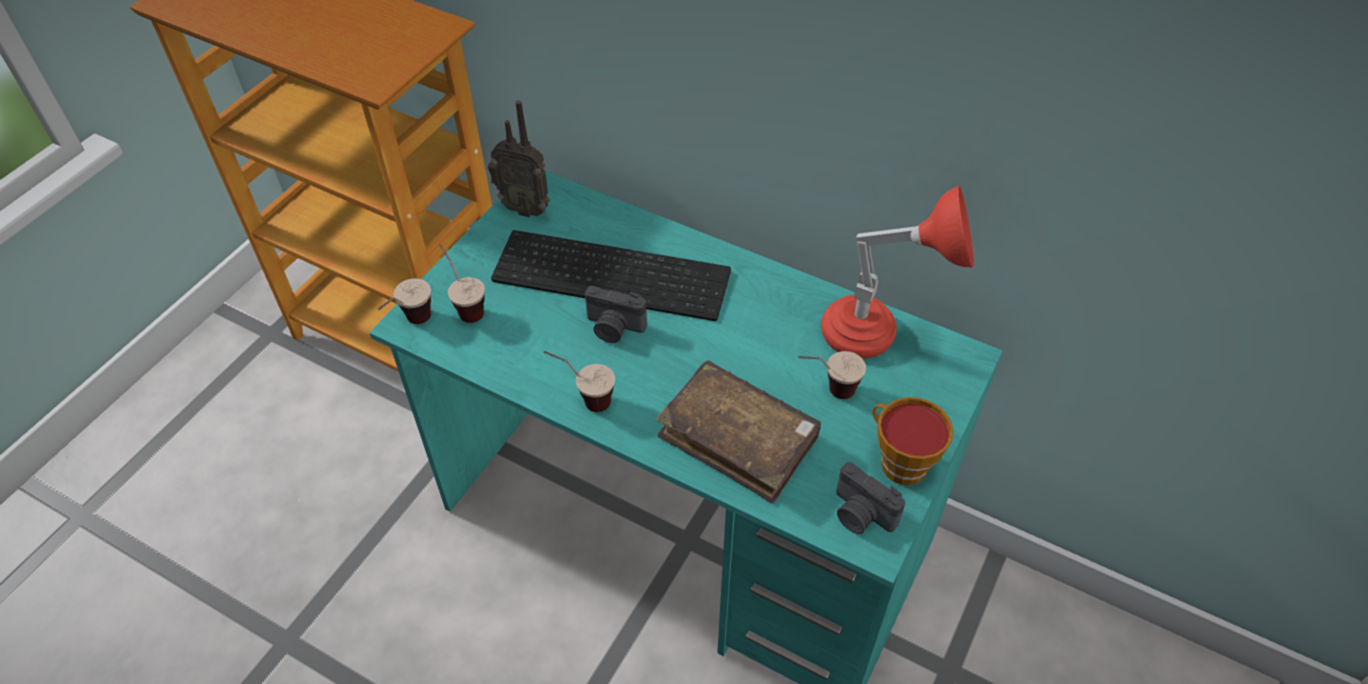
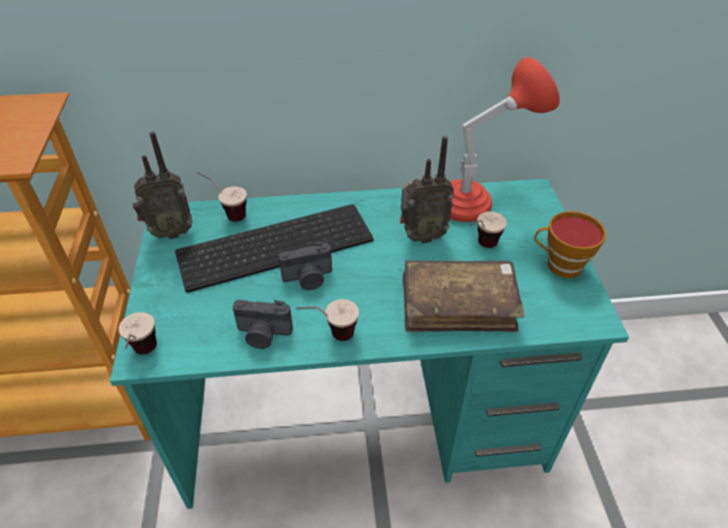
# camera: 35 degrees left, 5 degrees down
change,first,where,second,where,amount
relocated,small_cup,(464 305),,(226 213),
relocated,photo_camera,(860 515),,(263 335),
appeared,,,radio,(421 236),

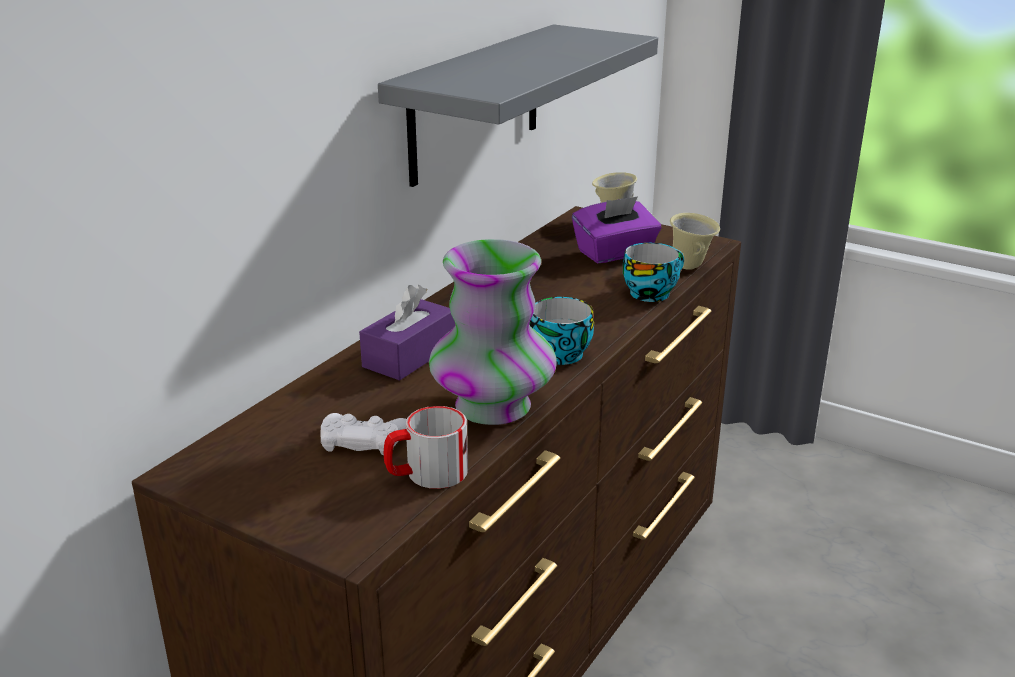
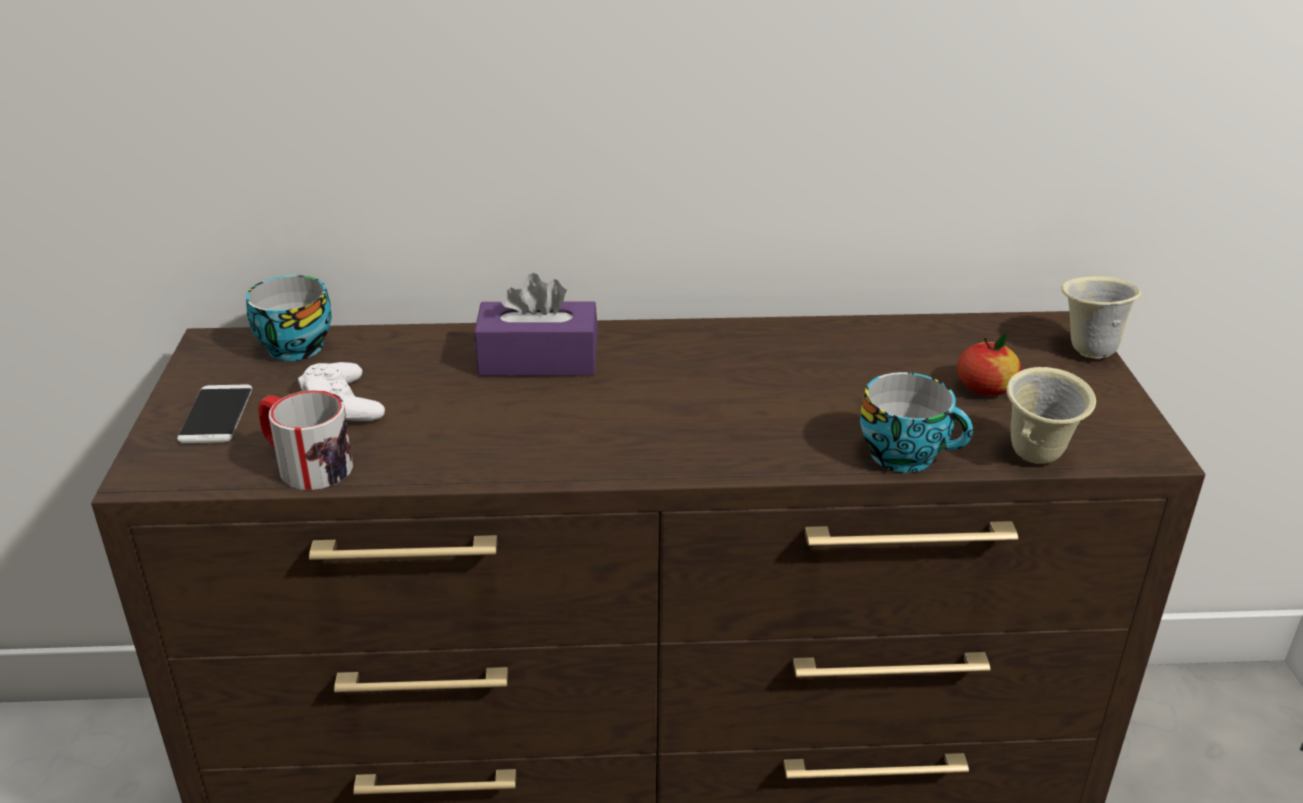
# camera: 55 degrees right, 5 degrees up
change,first,where,second,where,amount
missing,gray_wall_shelf,(475 103),,,
exchanged,purple_tissue_holder,(615 253),apple,(985 388),
missing,flower_vase,(493 407),,,
relocated,small_cup,(556 354),,(293 345),
appeared,,,handset,(216 415),

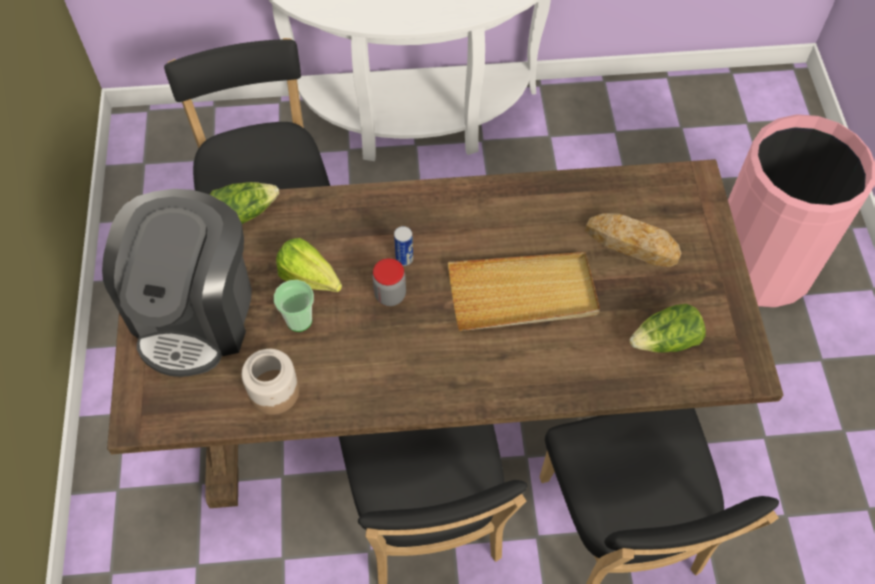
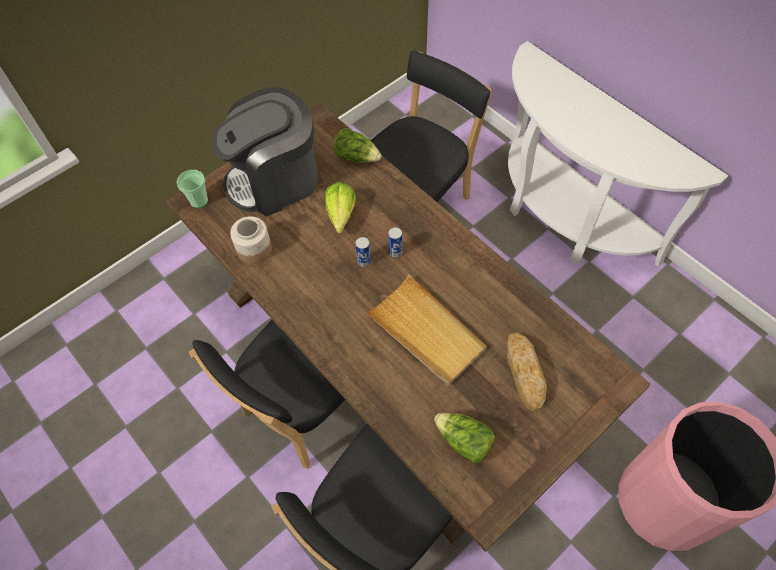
# camera: 55 degrees right, 0 degrees up
change,first,where,second,where,amount
exchanged,storage_jar,(390 295),can,(364 262),
relocated,small_cup,(299 320),,(199 201),

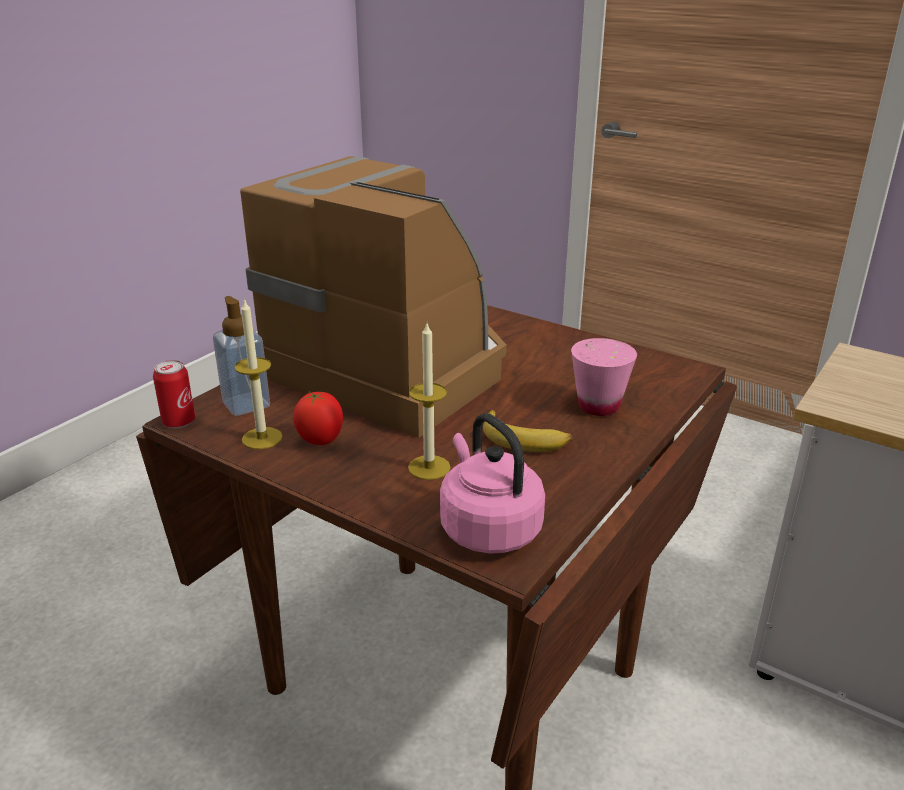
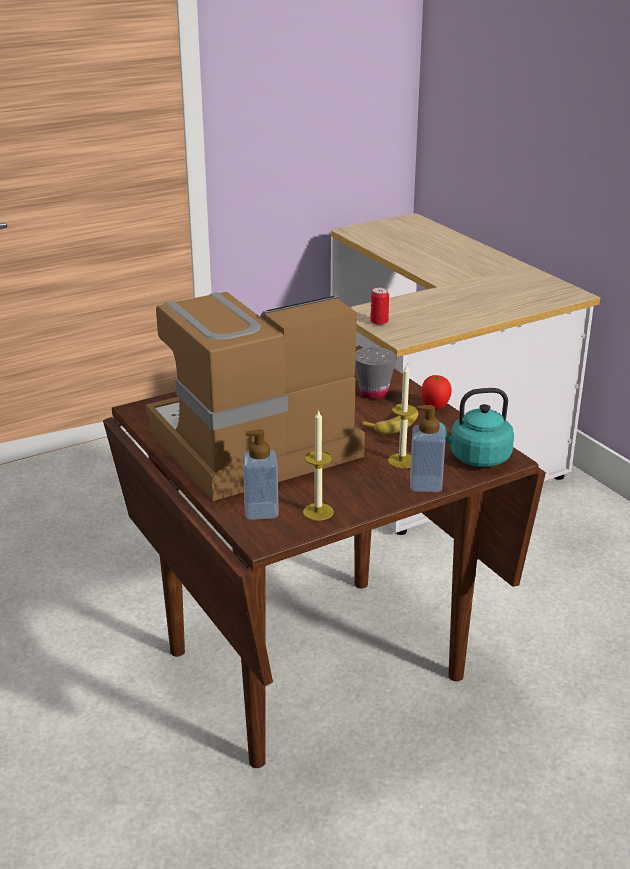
# camera: 65 degrees left, 0 degrees up
change,first,where,second,where,amount
colour,pink-coloured_small_cup,(598 406),gray_small_cup,(374 393),
relocated,can,(179 422),,(379 322),
relocated,tomato,(320 441),,(434 408),
colour,pink-coloured_tea_kettle,(487 528),turquoise-coloured_tea_kettle,(476 458),
appeared,,,soap_dispenser,(425 484),

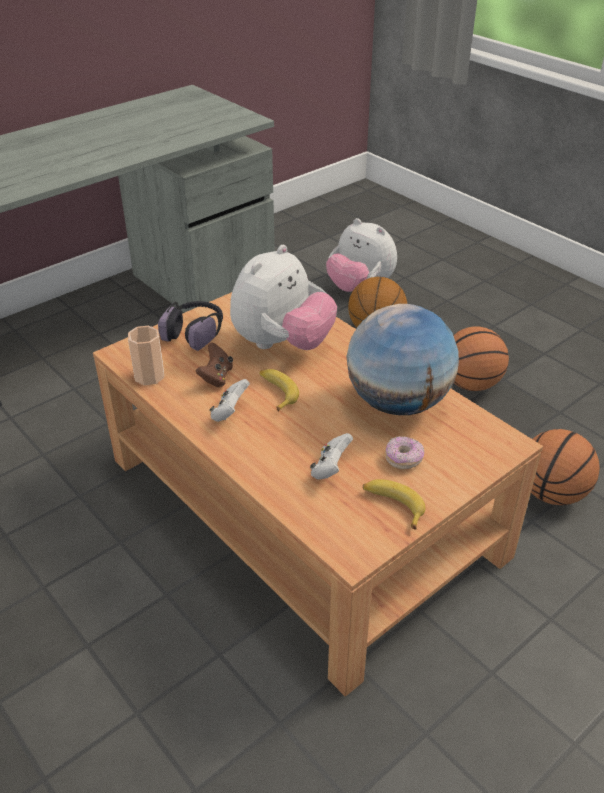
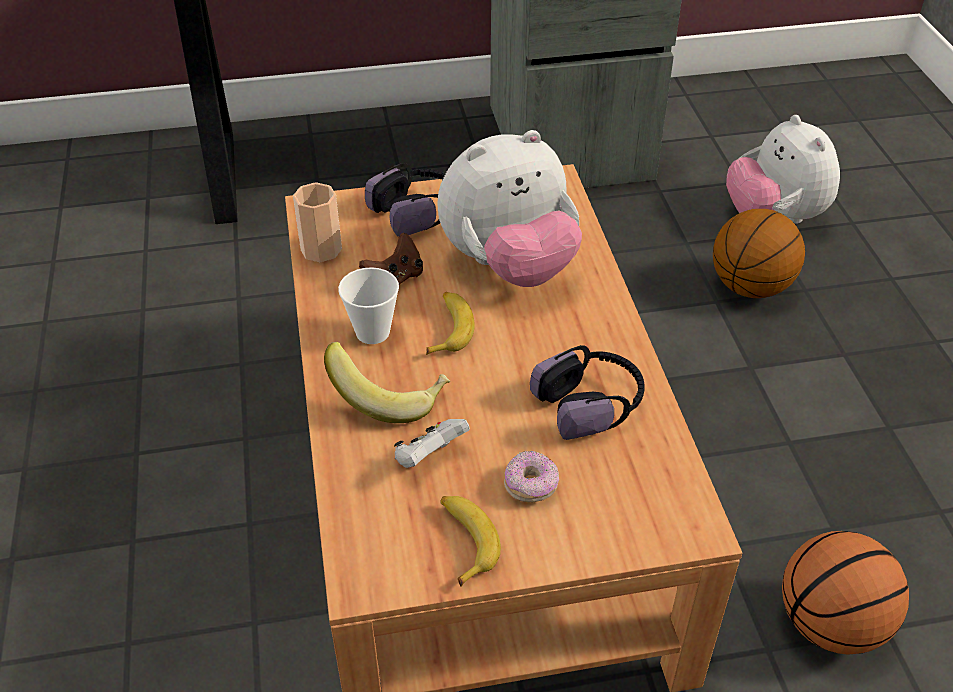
# camera: 30 degrees right, 5 degrees up
change,first,where,second,where,amount
exchanged,globe,(398 403),headphones,(590 405),
missing,ball_for_basketball,(471 384),,,
exchanged,whitish_game_controller,(229 412),small_cup,(372 332),
appeared,,,whole_banana,(389 397),

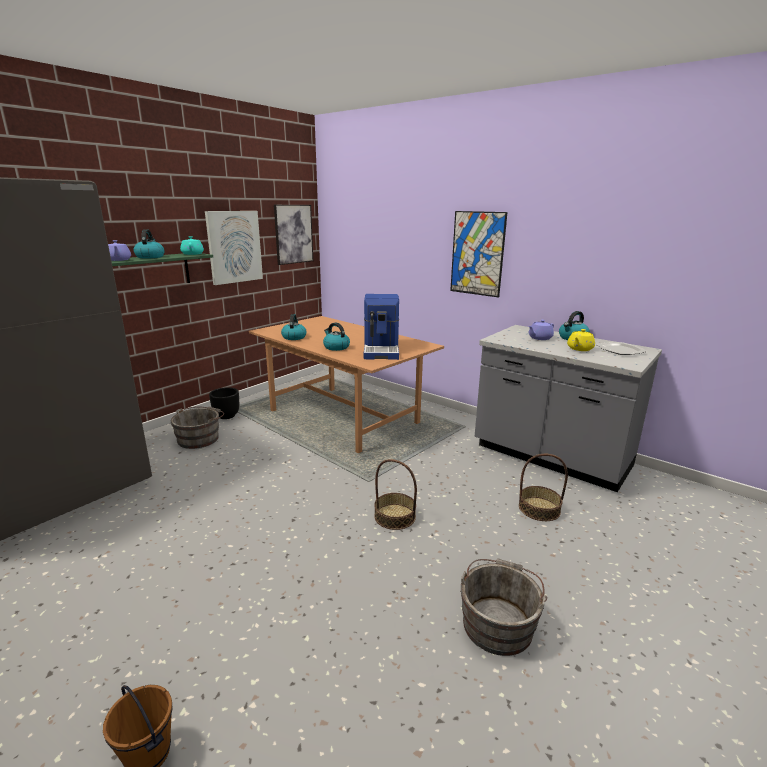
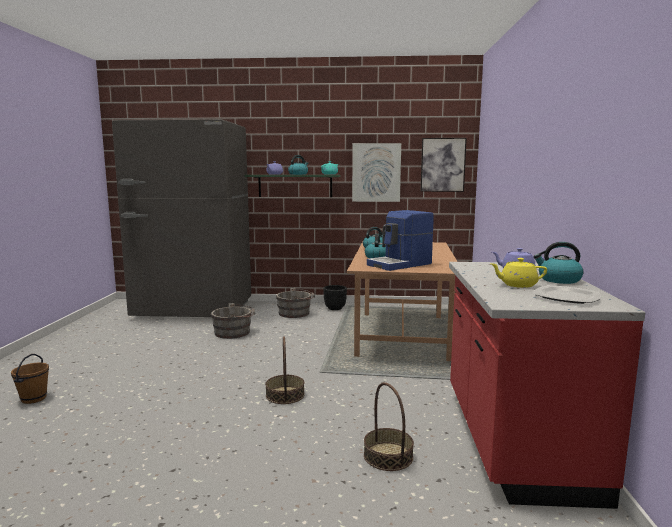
# camera: 55 degrees right, 10 degrees down
change,first,where,second,where,amount
missing,wall_picture,(477 253),,,
colour,gray_kitchen_base_unit,(551 457),red_kitchen_base_unit,(514 441),
relocated,gray_pail,(498 622),,(234 332),

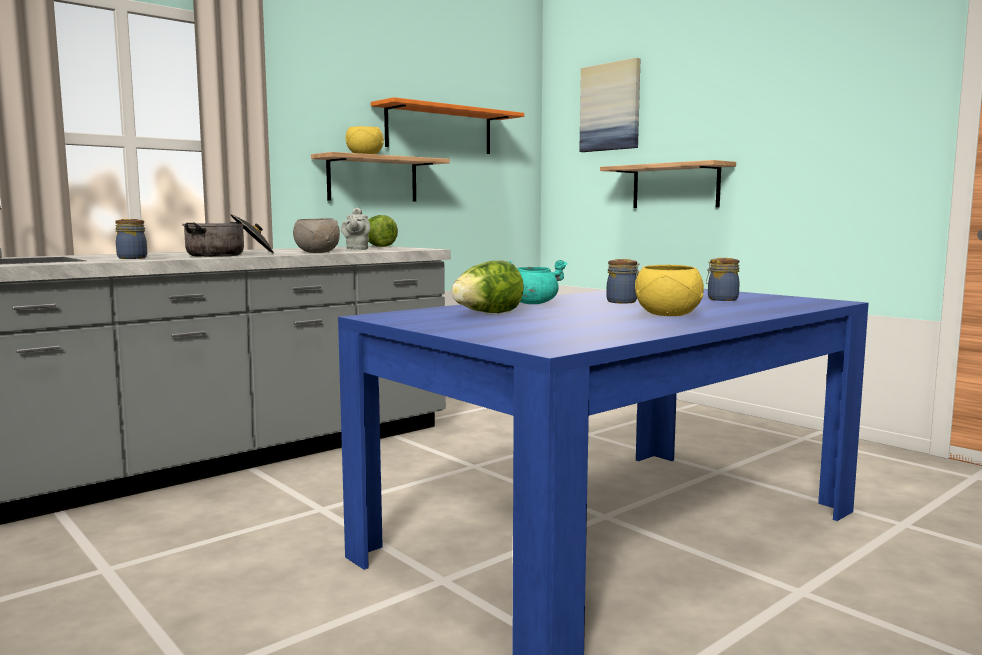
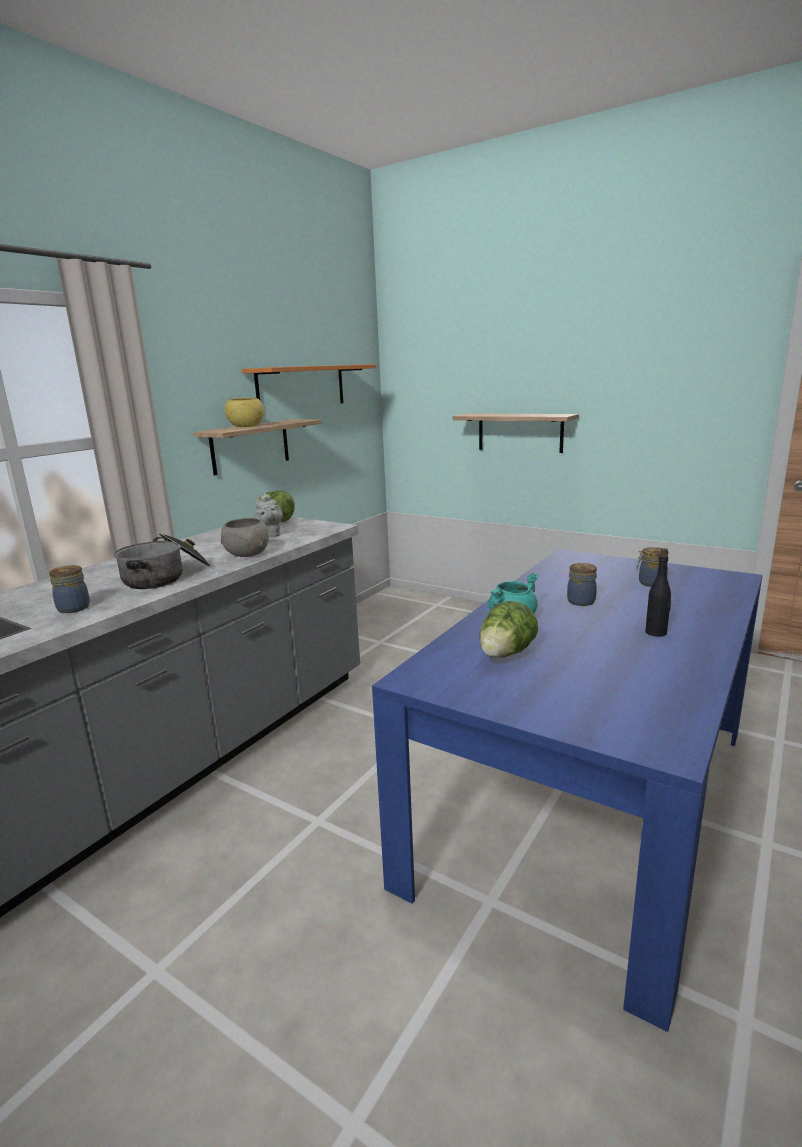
# camera: 15 degrees left, 10 degrees up
change,first,where,second,where,amount
missing,wall_picture,(610 107),,,
exchanged,yellowish_bowl,(666 314),blackish_drink_bottle,(656 632),

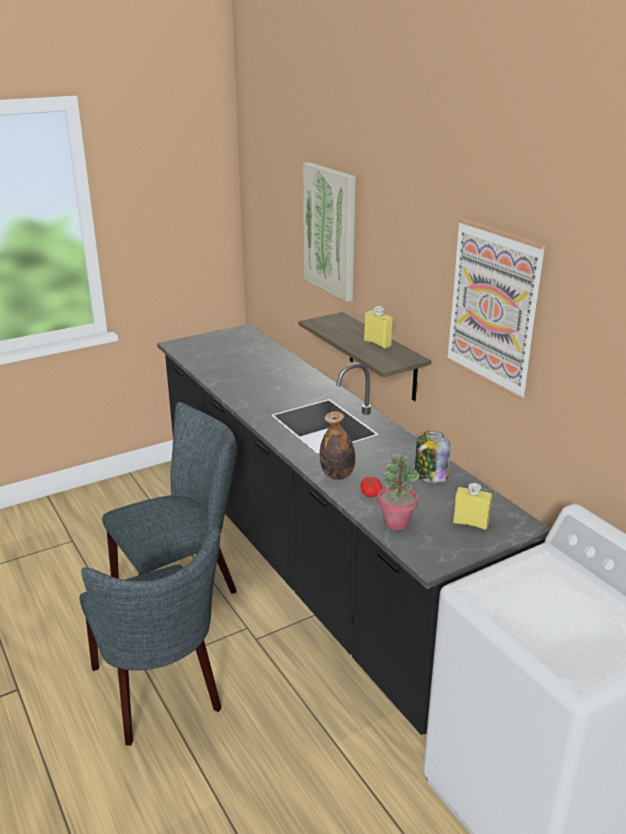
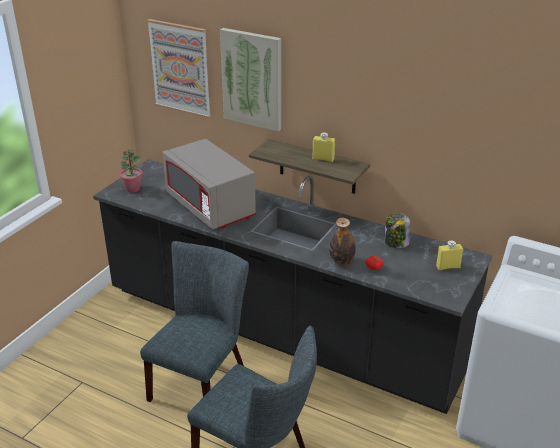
# camera: 30 degrees left, 5 degrees up
change,first,where,second,where,amount
relocated,wall_picture,(493 307),,(180 68),
relocated,plant_in_a_pot,(396 522),,(133 189),
appeared,,,gray_microwave_oven,(210 207),

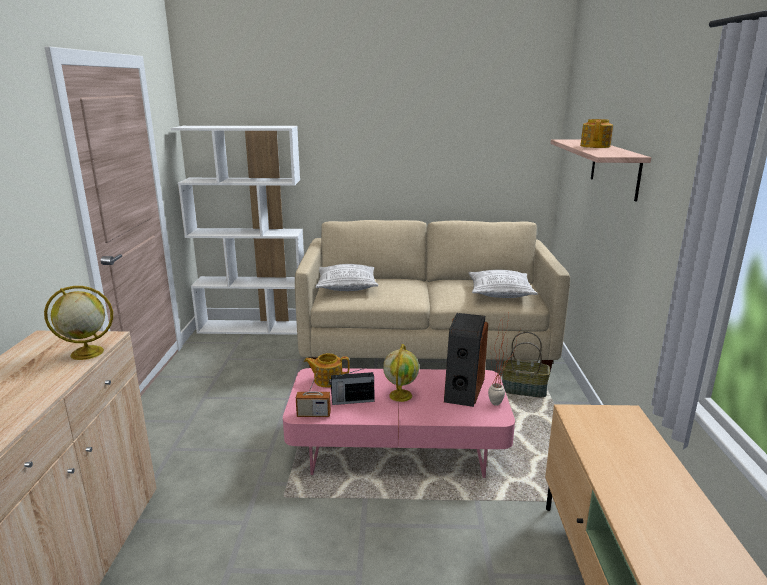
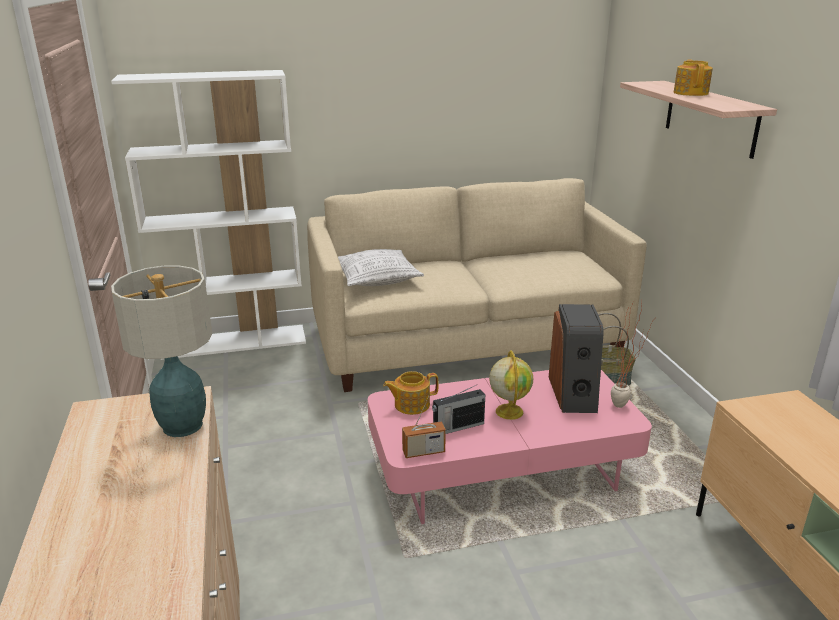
# camera: 15 degrees left, 5 degrees up
change,first,where,second,where,amount
missing,cushion,(500 293),,,
exchanged,globe,(86 353),tabletop_lamp,(182 426),

